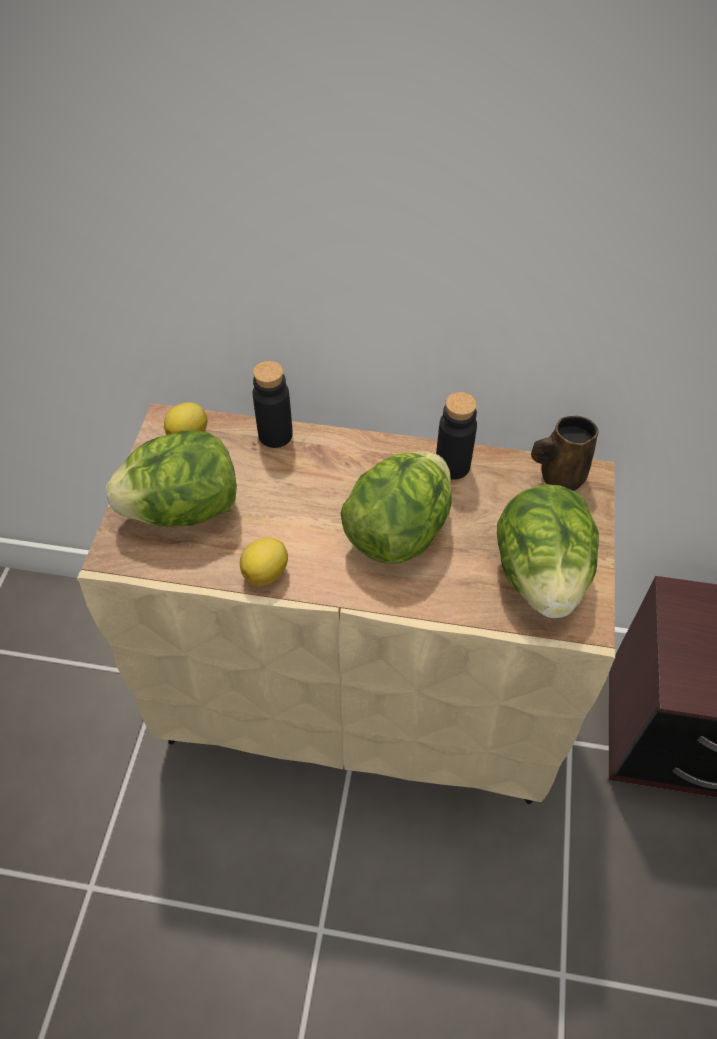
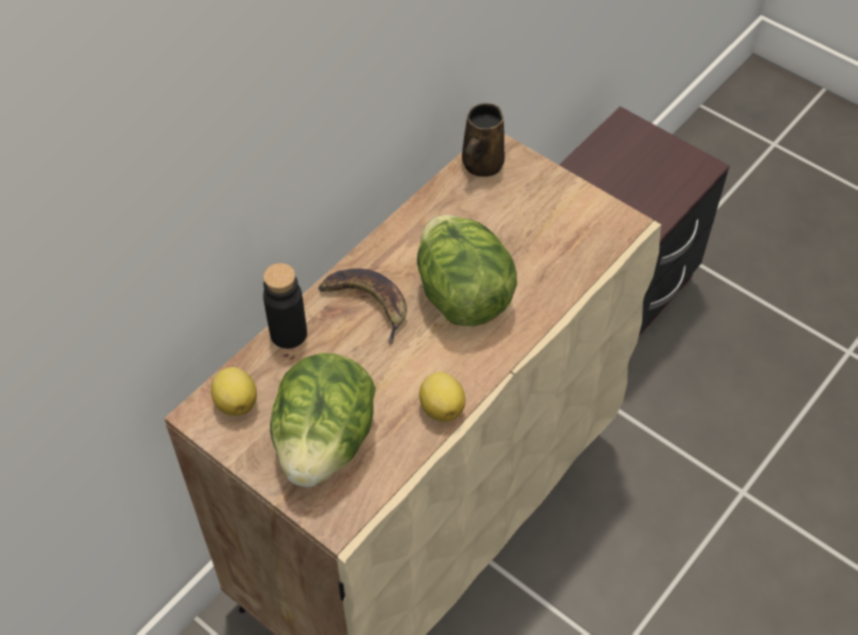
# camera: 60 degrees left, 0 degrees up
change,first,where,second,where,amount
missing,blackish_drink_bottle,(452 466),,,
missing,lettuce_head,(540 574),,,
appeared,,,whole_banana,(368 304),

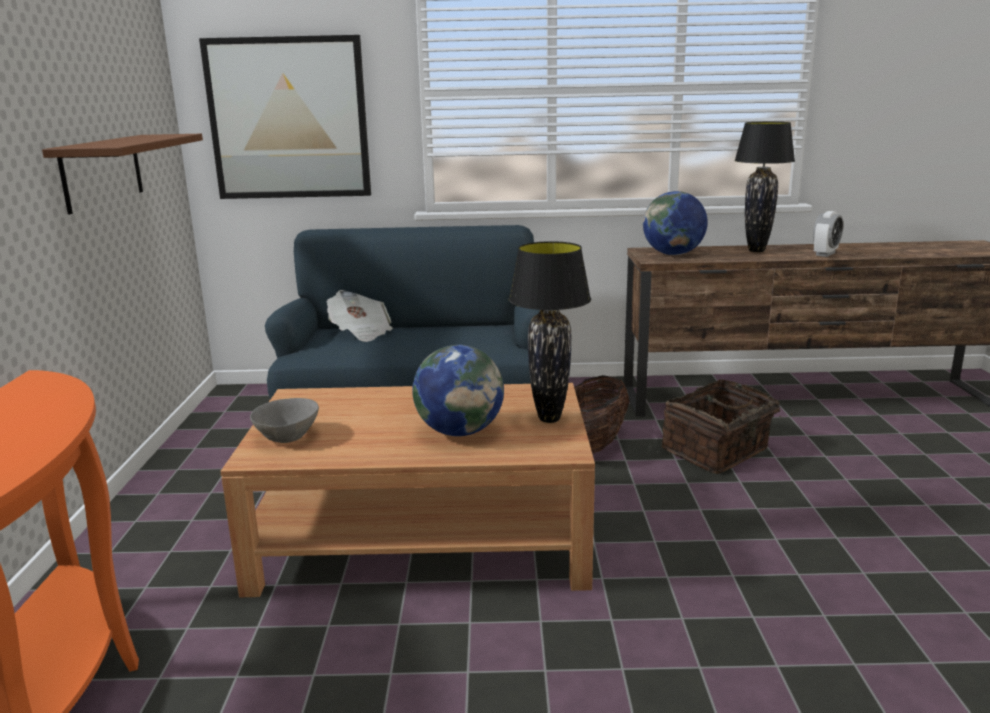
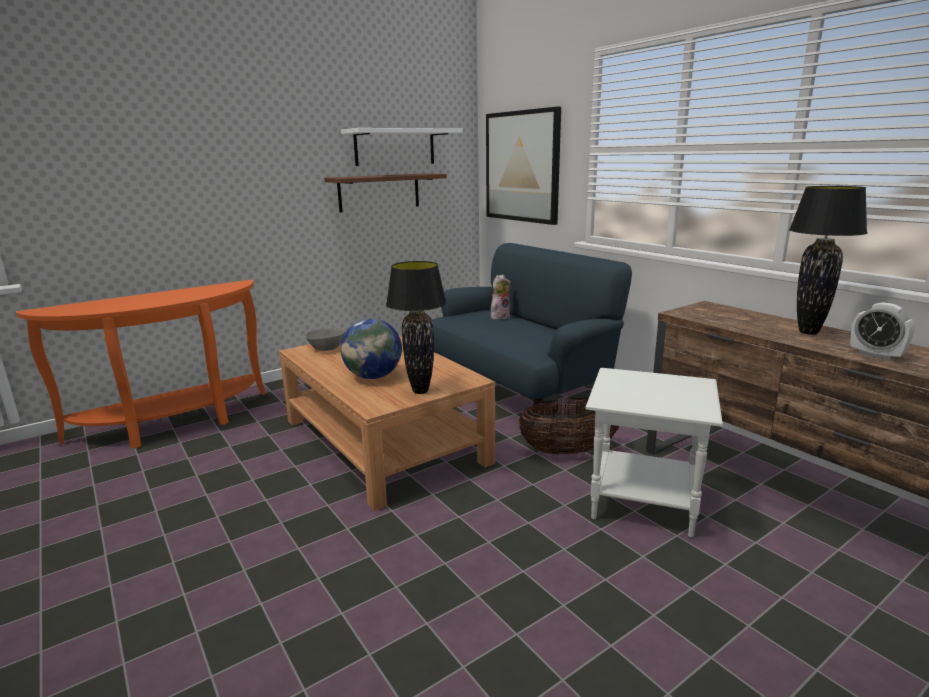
# camera: 55 degrees right, 0 degrees up
change,first,where,second,where,amount
missing,globe,(673 254),,,
spun,alarm_clock,(825 254),,(876 355),45 degrees clockwise
exchanged,printed_paper,(361 332),soft_toy,(500 316),
exchanged,basket,(718 451),whitish_end_table,(641 503),
appeared,,,whitish_wall_shelf,(395 147),

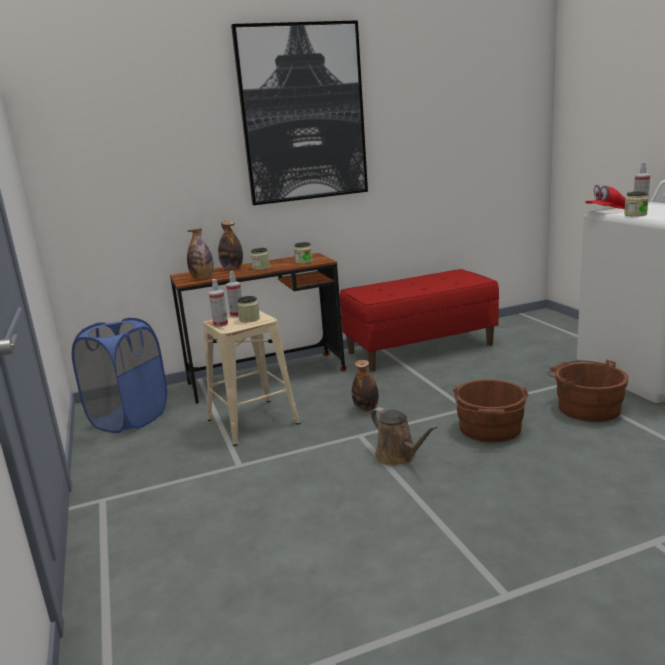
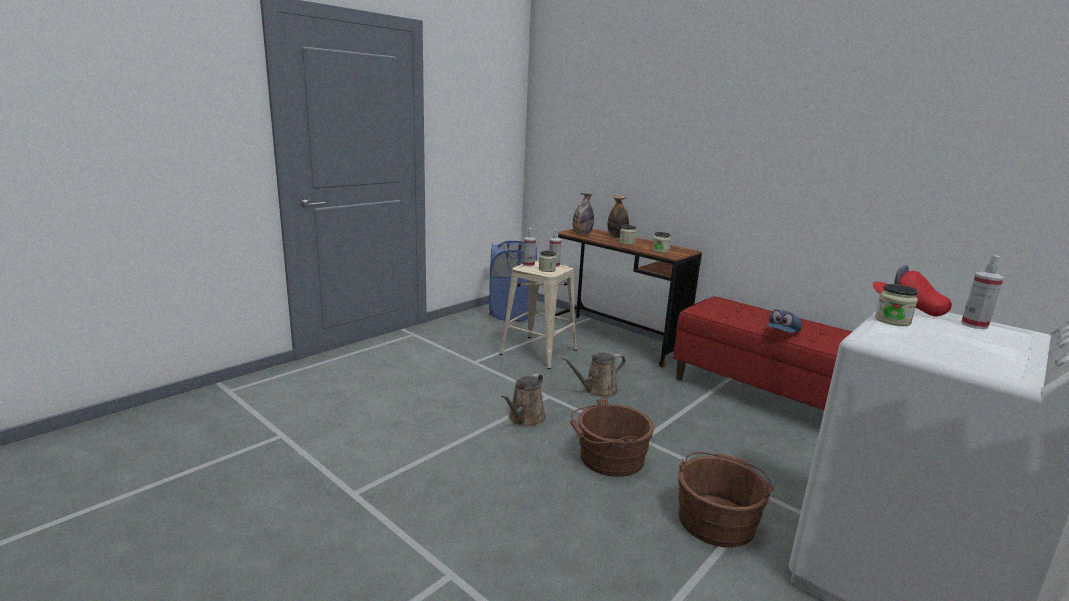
# camera: 60 degrees right, 0 degrees up
change,first,where,second,where,amount
missing,wall_picture,(303 114),,,
exchanged,drink_bottle,(366 408),brown-coloured_watering_can,(597 390),
appeared,,,bluish_baseball_cap,(782 333),

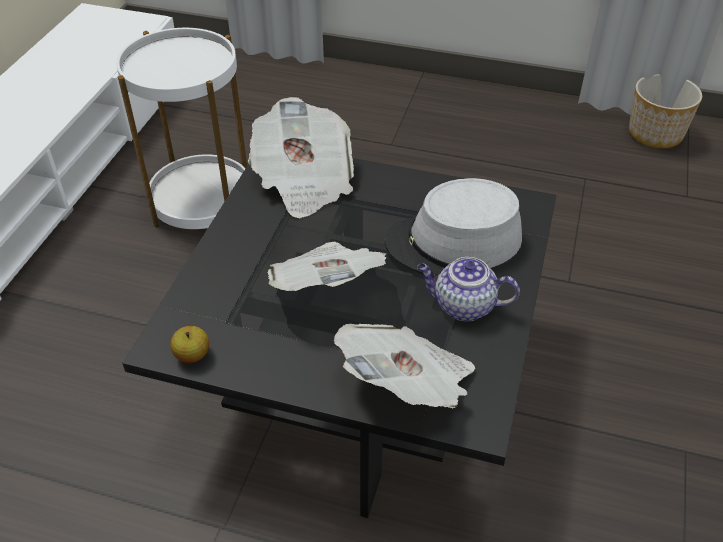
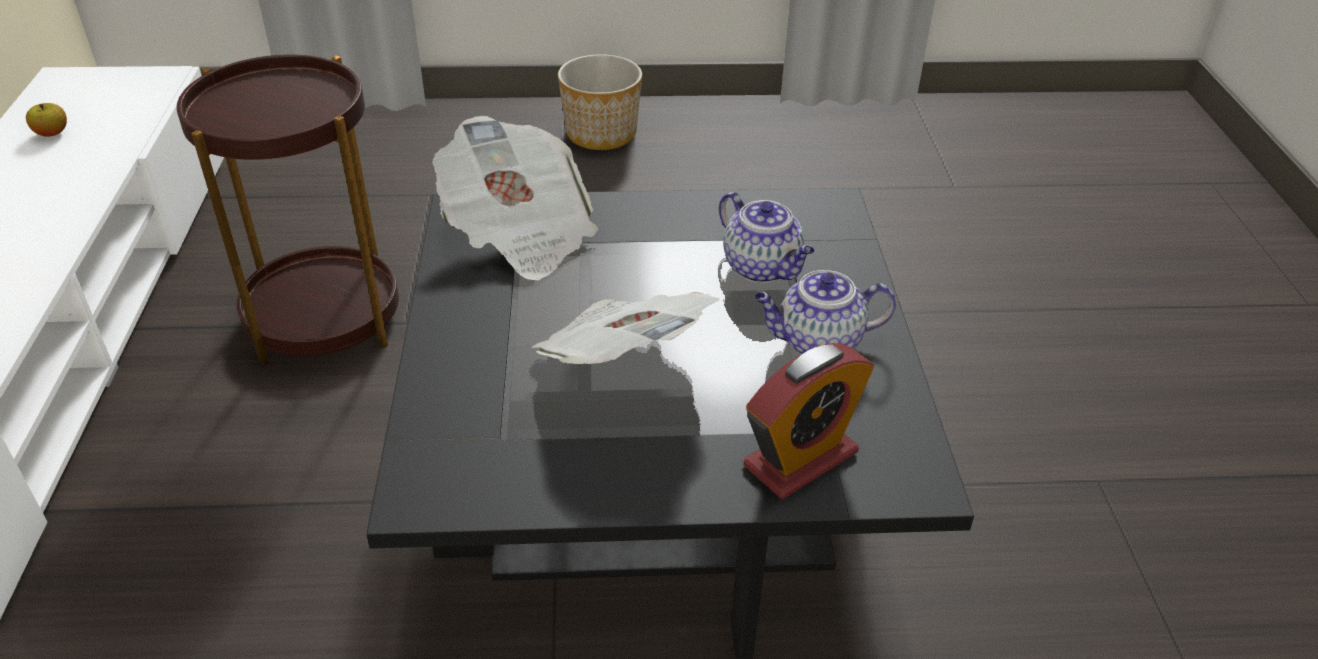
# camera: 20 degrees left, 5 degrees down
change,first,where,second,where,amount
colour,whitish_end_table,(202 203),brown-coloured_end_table,(323 318),
relocated,flower_pot,(656 134),,(602 134),
exchanged,gray_hat,(454 242),tea_pot,(763 268),
exchanged,printed_paper,(408 385),alarm_clock,(800 459),
relocated,apple,(192 355),,(52 133),

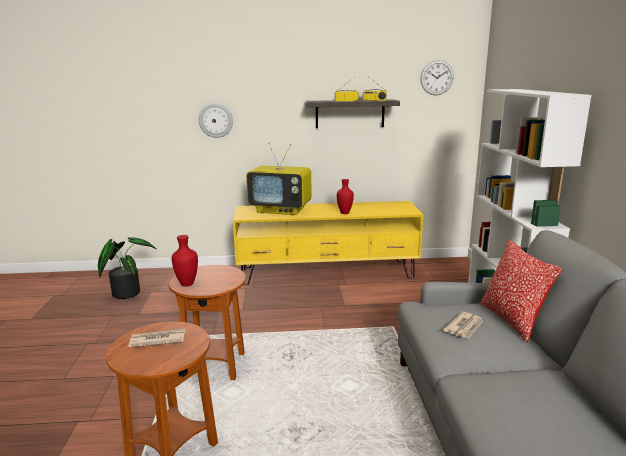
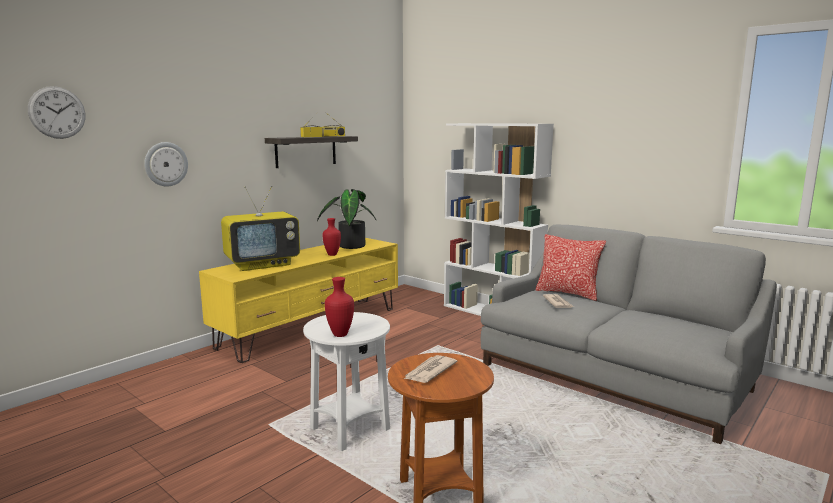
# camera: 45 degrees left, 5 degrees down
change,first,where,second,where,amount
relocated,clock_on_the_wall,(436 78),,(57 112),
relocated,plant_in_a_pot,(127 292),,(349 245),
colour,brown-coloured_end_table,(215 365),whitish_end_table,(350 429),

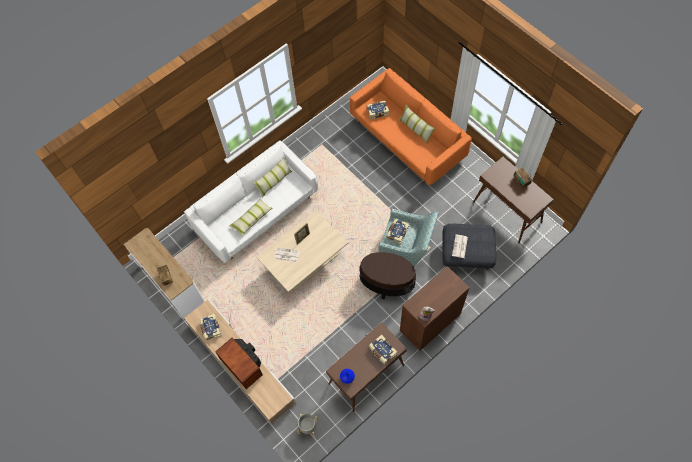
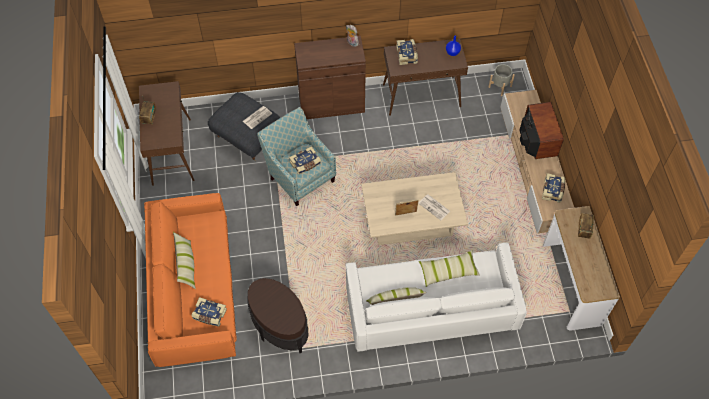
# camera: 150 degrees left, 5 degrees down
change,first,where,second,where,amount
relocated,brown-coloured_end_table,(387 283),,(279 326),

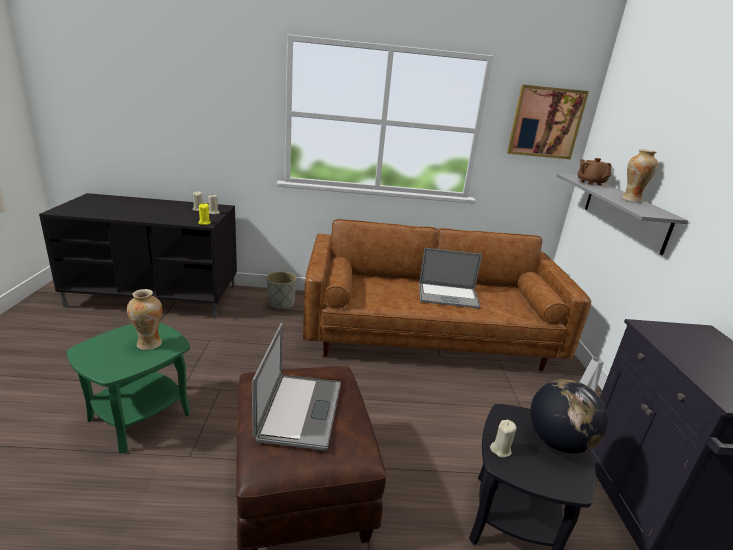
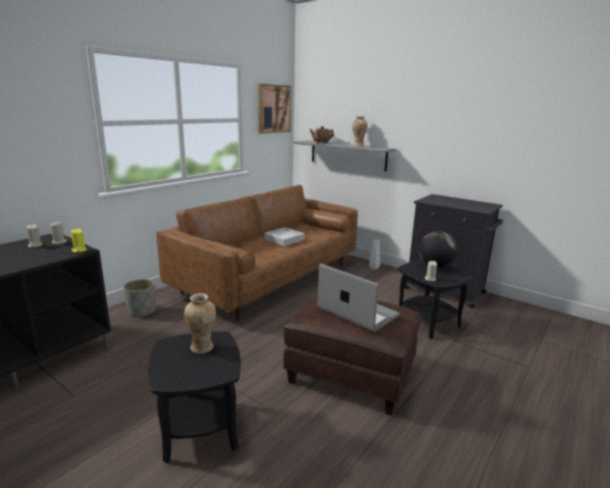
# camera: 50 degrees left, 5 degrees down
change,first,where,second,where,amount
exchanged,laptop,(448 296),gray_serving_tray,(284 239),
colour,green_end_table,(140 417),blackish_end_table,(199 428),

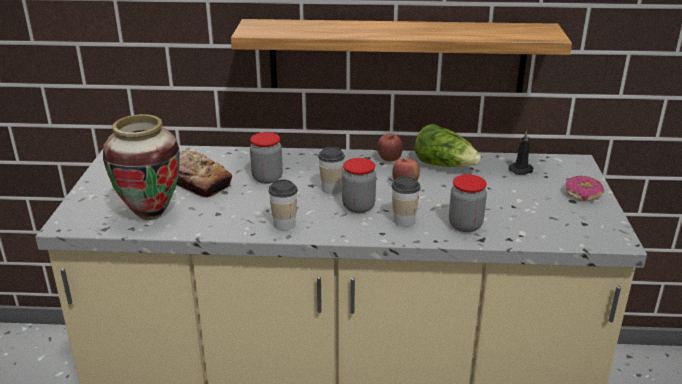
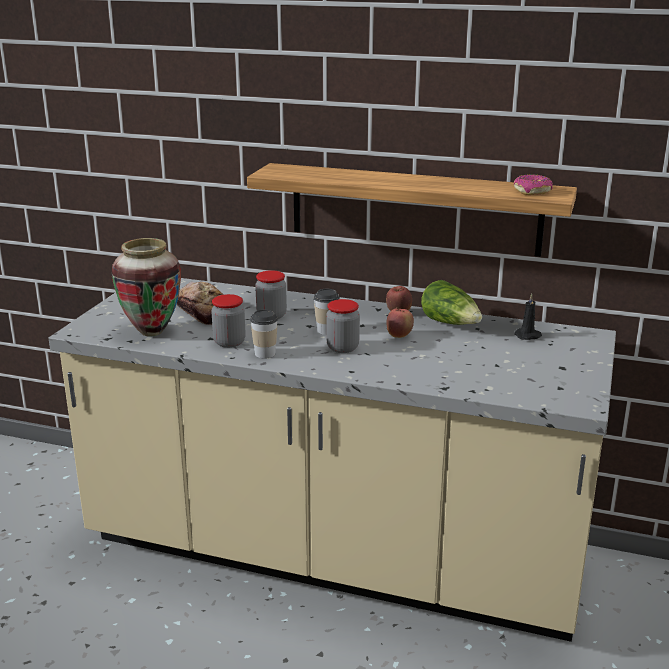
# camera: 15 degrees right, 5 degrees down
change,first,where,second,where,amount
relocated,storage_jar,(465 225),,(229 342),
missing,small_cup,(404 221),,,
relocated,ring_doughnut,(583 194),,(532 191),

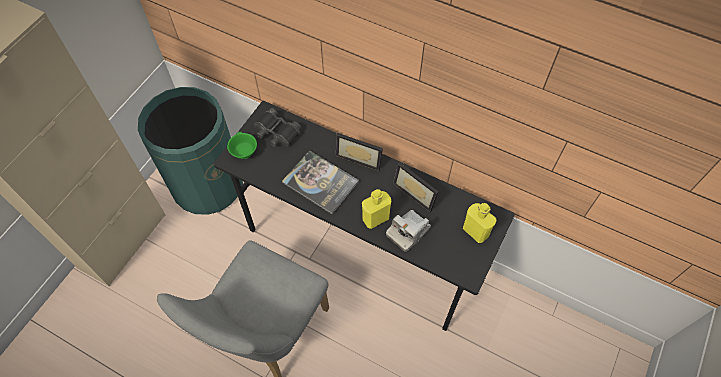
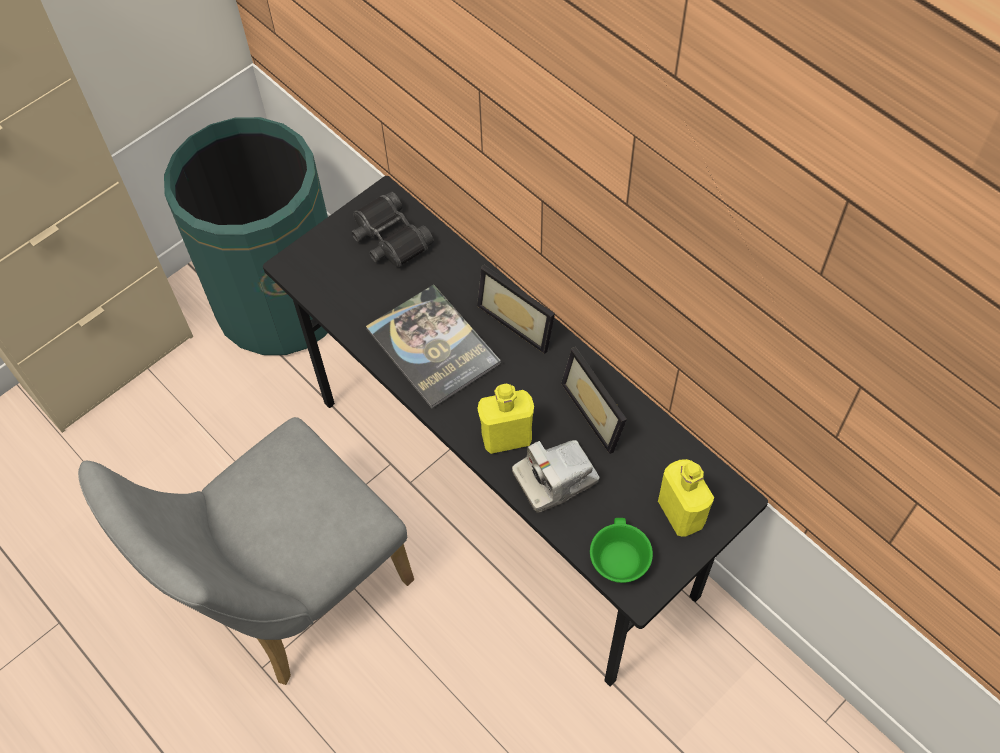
# camera: 20 degrees right, 0 degrees up
change,first,where,second,where,amount
relocated,green_small_cup,(242 151),,(617 560),

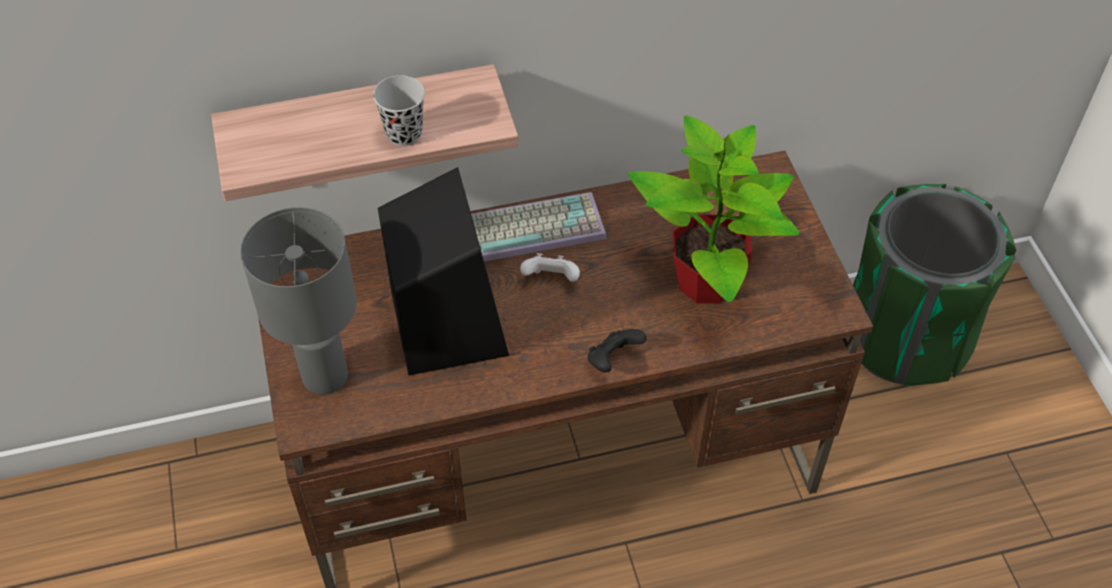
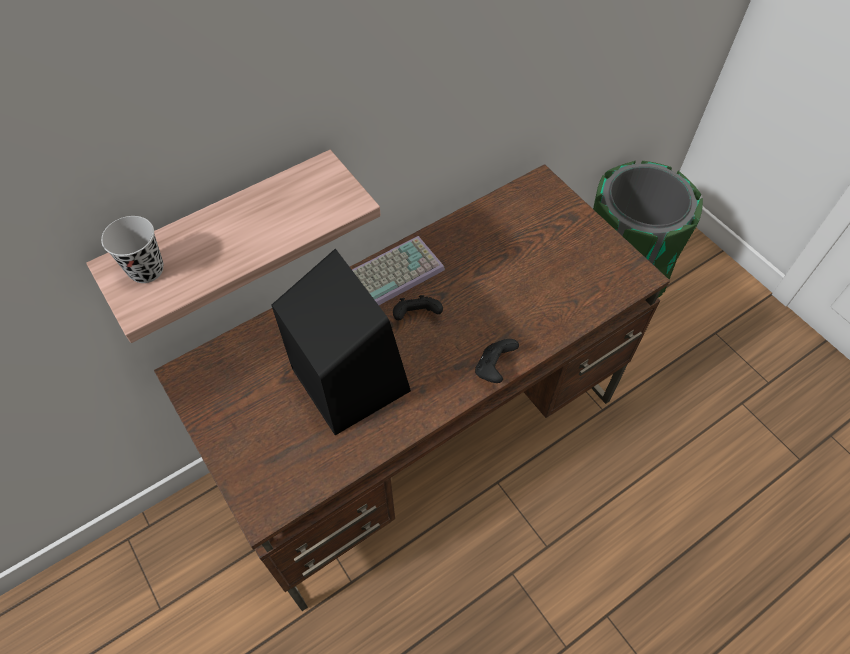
# camera: 20 degrees left, 5 degrees up
change,first,where,second,where,amount
relocated,blackish_small_cup,(404 133),,(146 270),
missing,plant_in_a_pot,(708 282),,,
missing,gray_tabletop_lamp,(323 377),,,
colour,whitish_game_controller,(551 279),blackish_game_controller,(416 316),

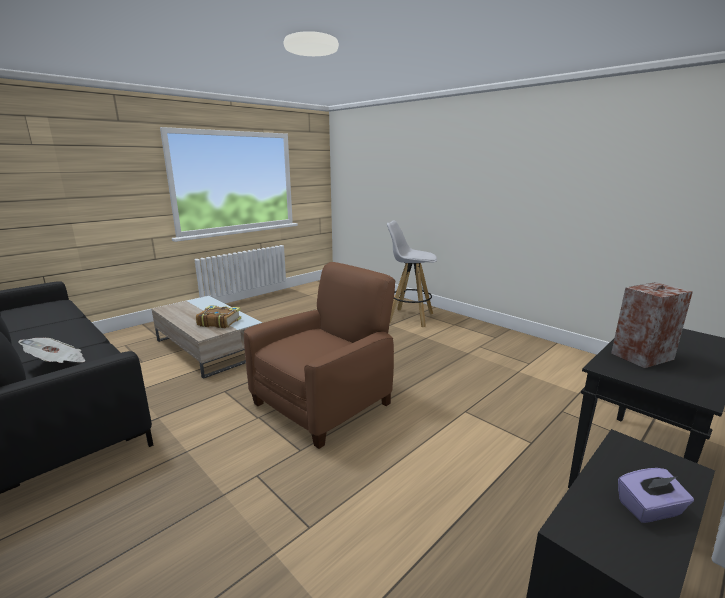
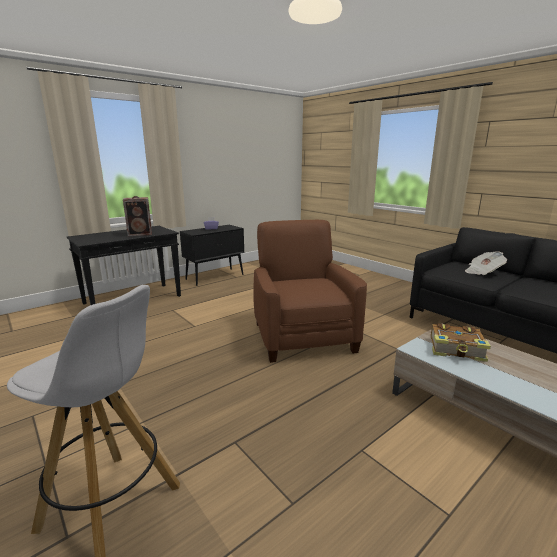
# camera: 175 degrees left, 0 degrees up
change,first,where,second,where,amount
spun,brown-coloured_lounge_chair,(324 402),,(303 336),120 degrees clockwise

